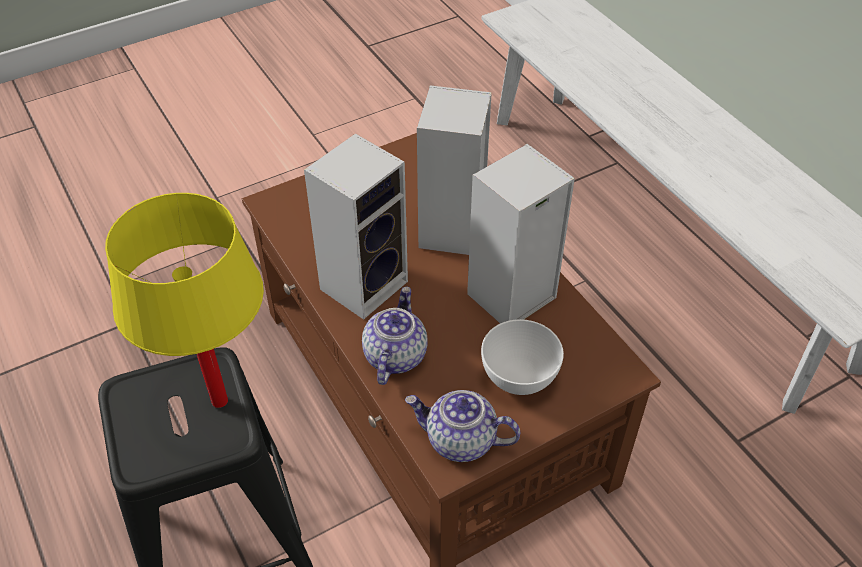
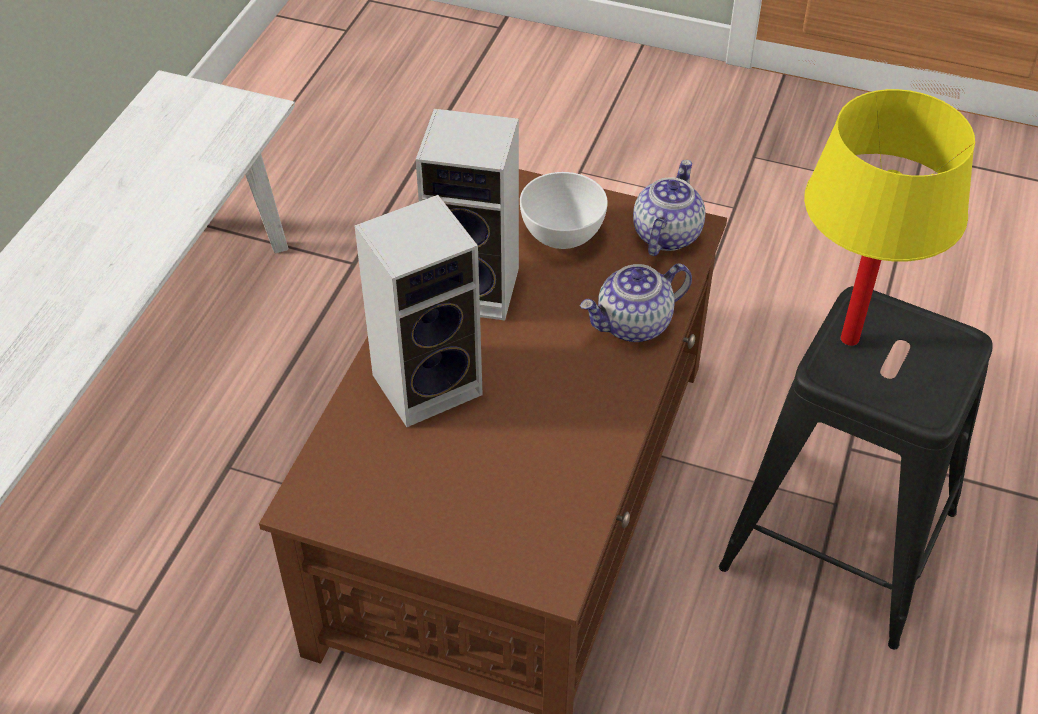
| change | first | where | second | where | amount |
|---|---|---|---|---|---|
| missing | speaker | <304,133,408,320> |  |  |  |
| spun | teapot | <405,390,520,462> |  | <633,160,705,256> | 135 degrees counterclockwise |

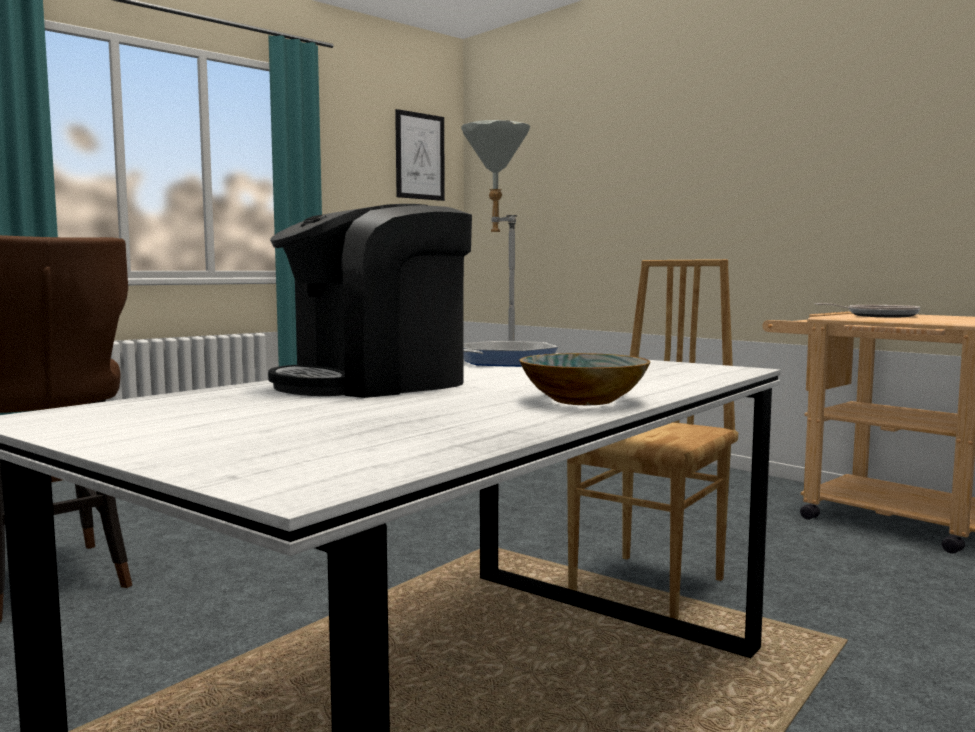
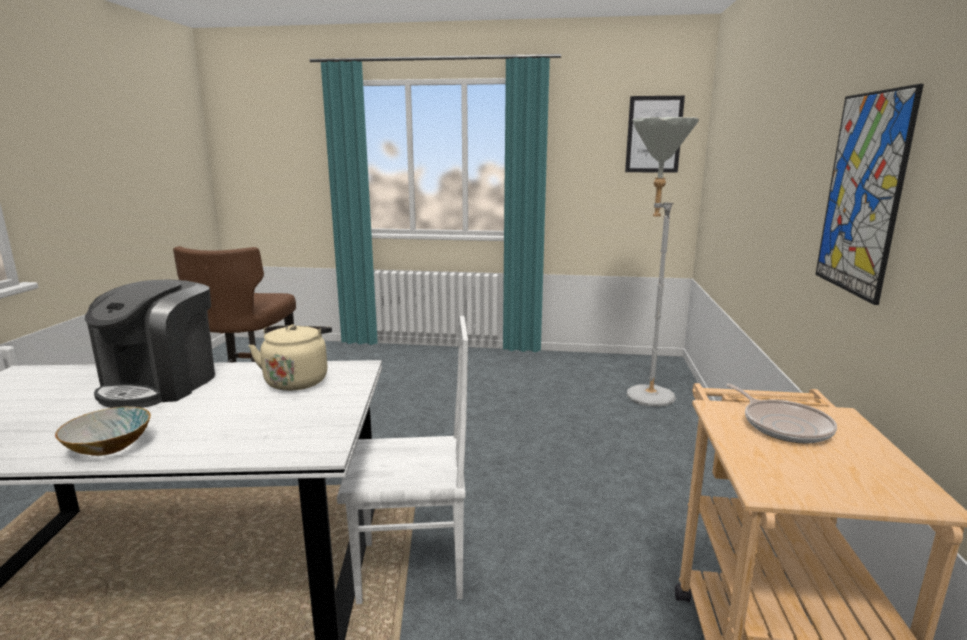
| change | first | where | second | where | amount |
|---|---|---|---|---|---|
| spun | coffee machine | <268,204,472,398> |  | <85,280,215,408> | 90 degrees counterclockwise |
| colour | brown chair | <567,259,738,619> | white chair | <337,316,468,604> |  |
| exchanged | frying pan | <464,341,558,367> | beige kettle | <249,325,332,391> |  |
| appeared |  |  | picture | <815,84,924,305> |  |

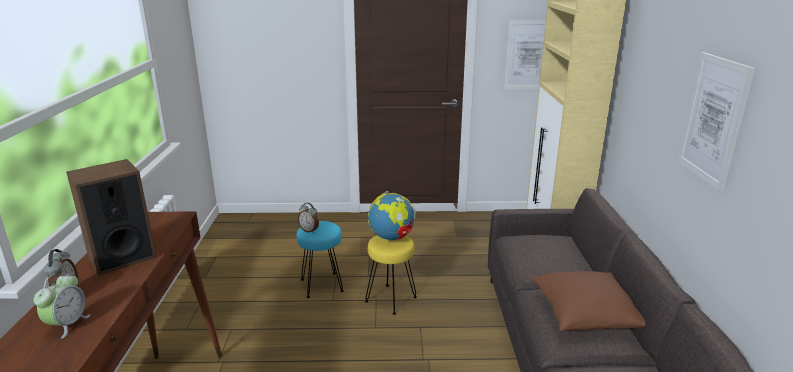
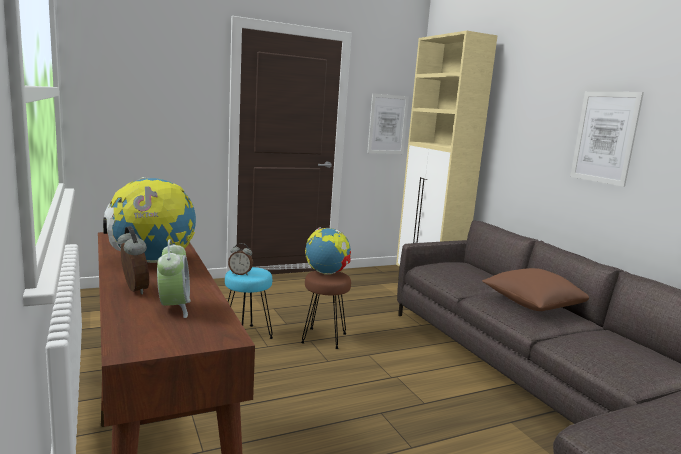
| change | first | where | second | where | amount |
|---|---|---|---|---|---|
| exchanged | speaker | <66,159,156,276> | globe | <103,177,196,263> |  |
| colour | yellow stool | <365,235,417,315> | brown stool | <301,271,351,349> |  |

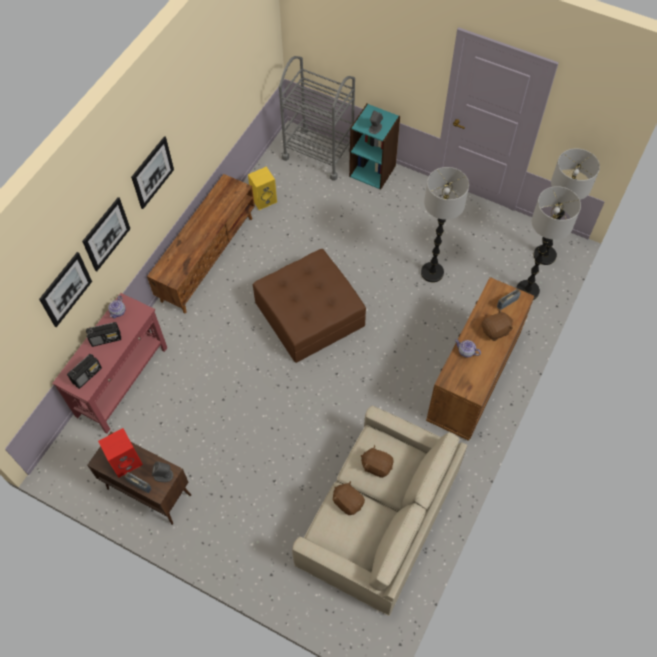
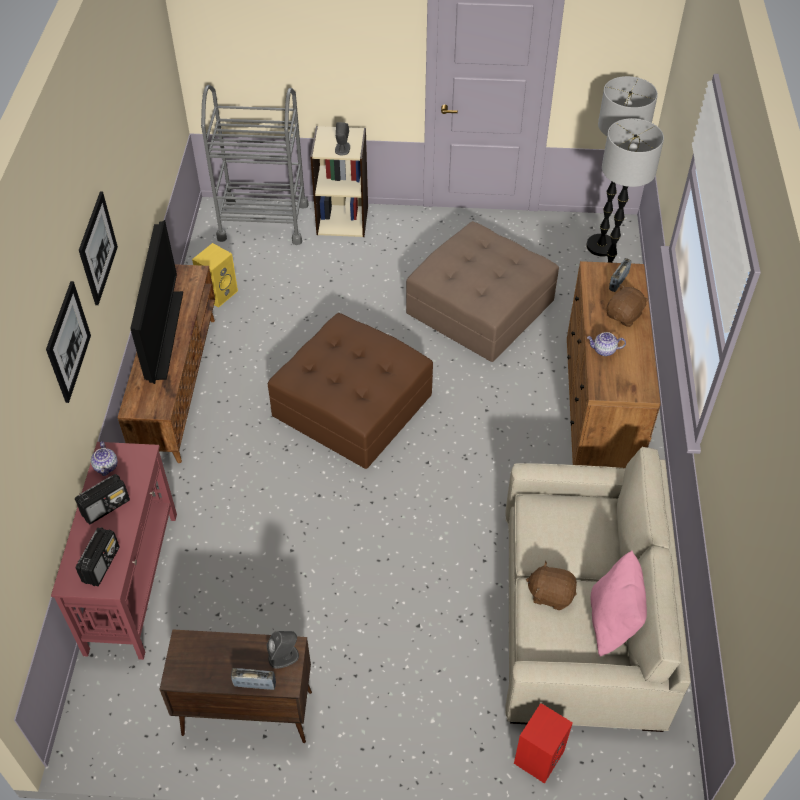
| change | first | where | second | where | amount |
|---|---|---|---|---|---|
| colour | turquoise bookcase | <349,104,400,190> | beige bookcase | <310,126,368,237> |  |
| exchanged | floor lamp | <421,167,469,283> | brown ottoman | <406,221,559,362> |  |
| missing | picture | <39,252,92,327> |  |  |  |
| relocated | red speaker | <98,428,143,477> |  | <514,703,573,784> |  |
| missing | brown plush toy | <361,445,394,478> |  |  |  |
| appeared |  |  | television | <130,220,183,384> |  |
| appeared |  |  | pink pillow | <591,550,647,657> |  |

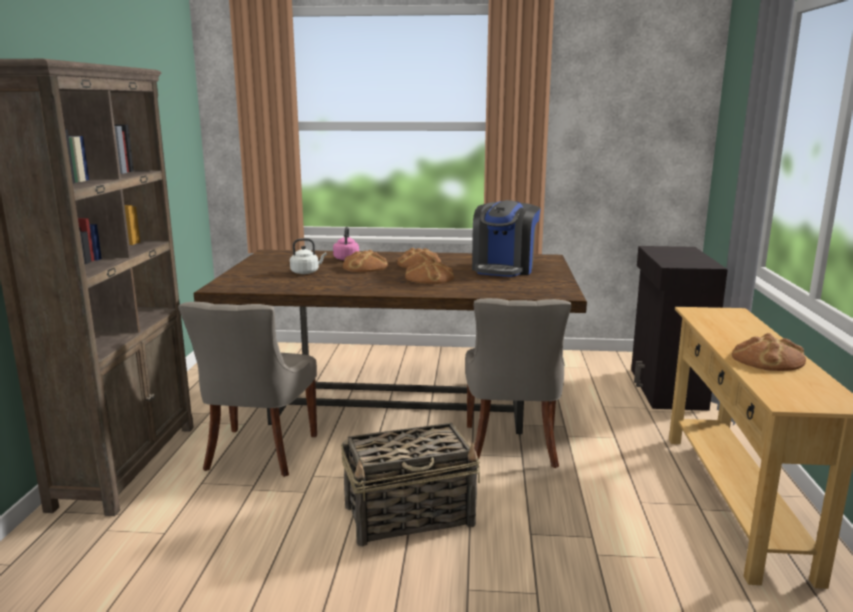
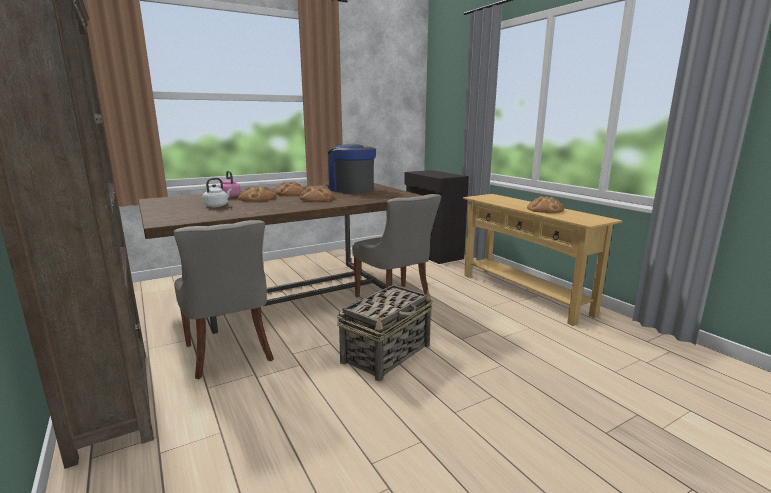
| change | first | where | second | where | amount |
|---|---|---|---|---|---|
| spun | coffee machine | <472,200,541,277> |  | <326,144,376,194> | 150 degrees clockwise |

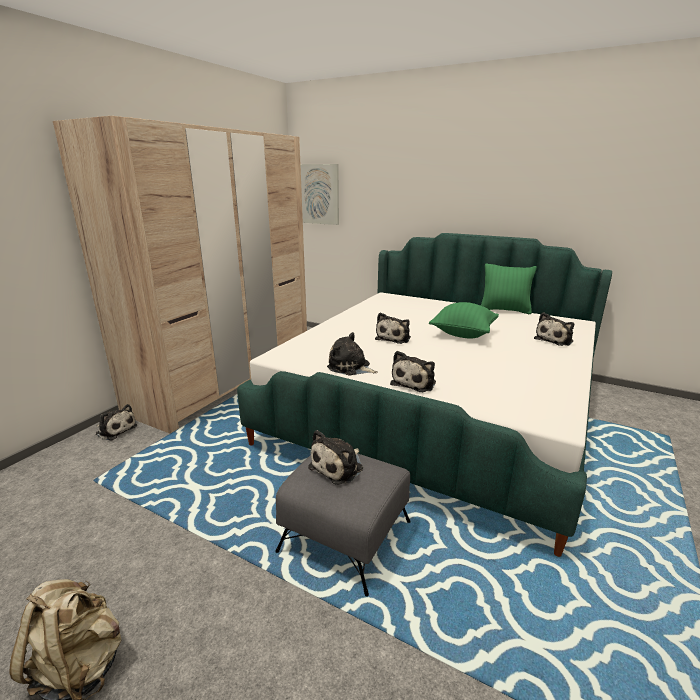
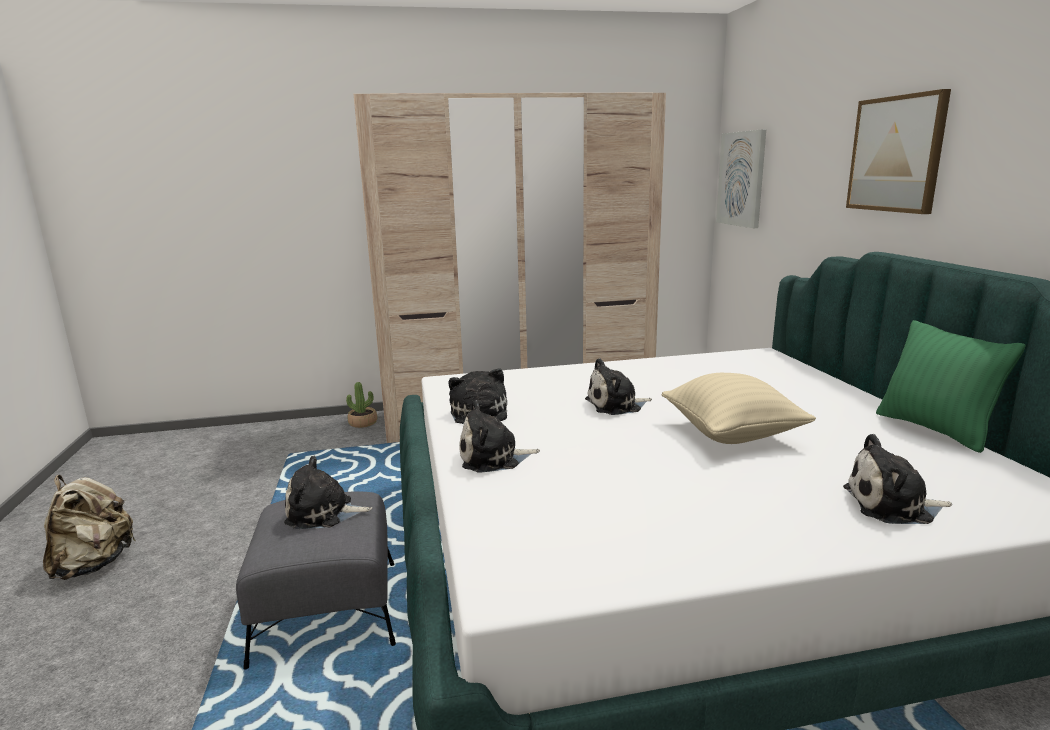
| change | first | where | second | where | amount |
|---|---|---|---|---|---|
| colour | green pillow | <429,302,499,338> | beige pillow | <661,373,816,444> |  |
| exchanged | plush toy | <96,404,137,440> | potted plant | <346,382,378,428> |  |
| appeared |  |  | picture | <846,89,951,214> |  |

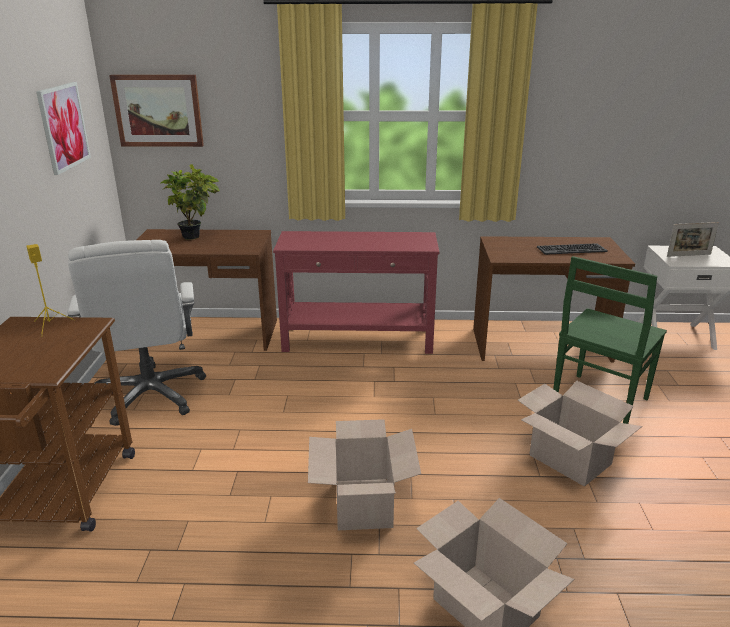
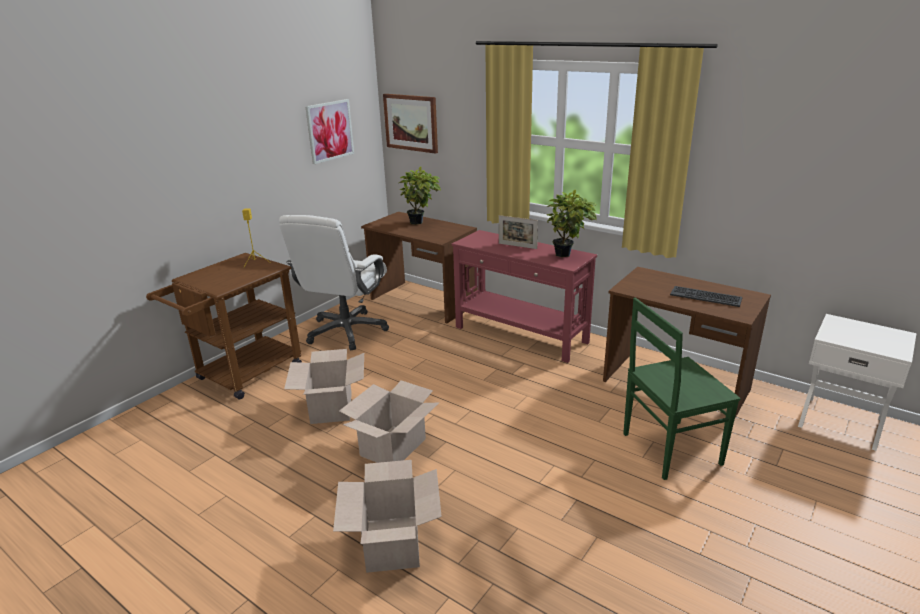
| change | first | where | second | where | amount |
|---|---|---|---|---|---|
| relocated | picture frame | <667,222,719,257> |  | <499,215,538,249> |  |
| relocated | cardboard box | <518,381,643,486> |  | <284,349,364,424> |  |
| appeared |  |  | potted plant | <547,189,597,257> |  |

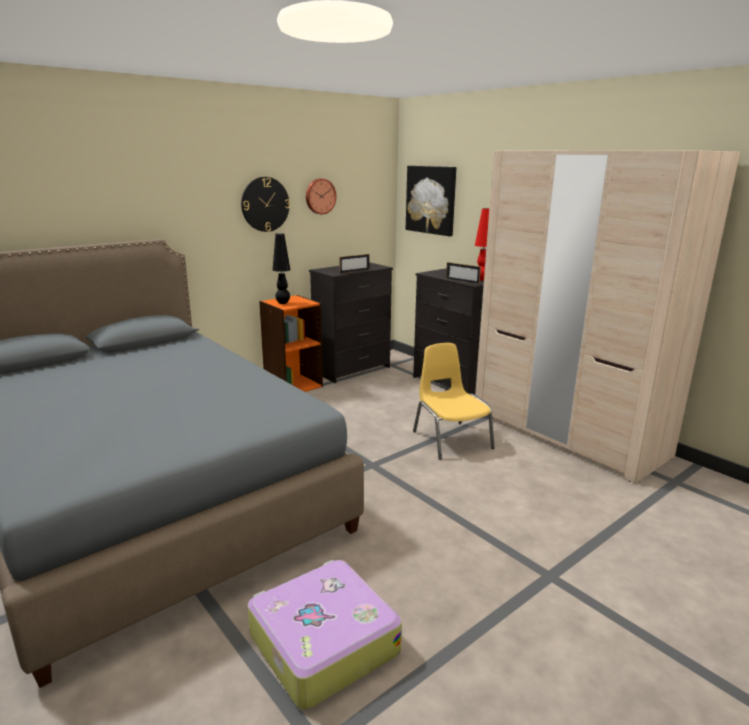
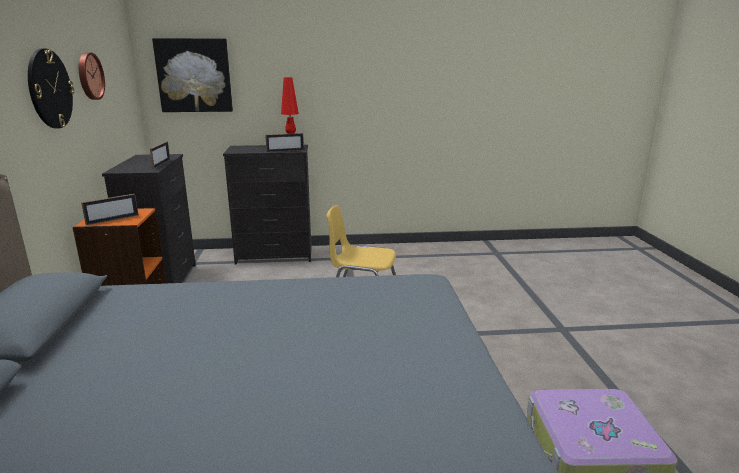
| change | first | where | second | where | amount |
|---|---|---|---|---|---|
| missing | beige wardrobe | <475,150,740,484> |  |  |  |
| exchanged | black table lamp | <273,233,291,304> | picture frame | <81,194,139,226> |  |

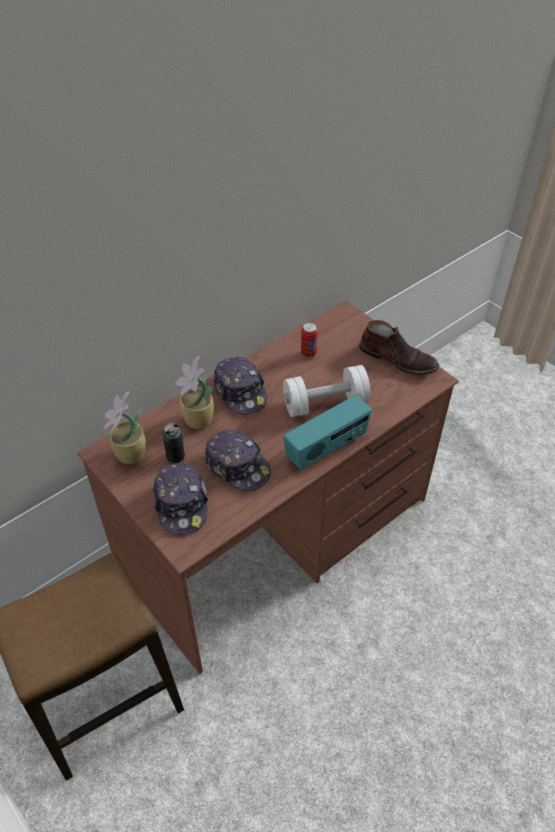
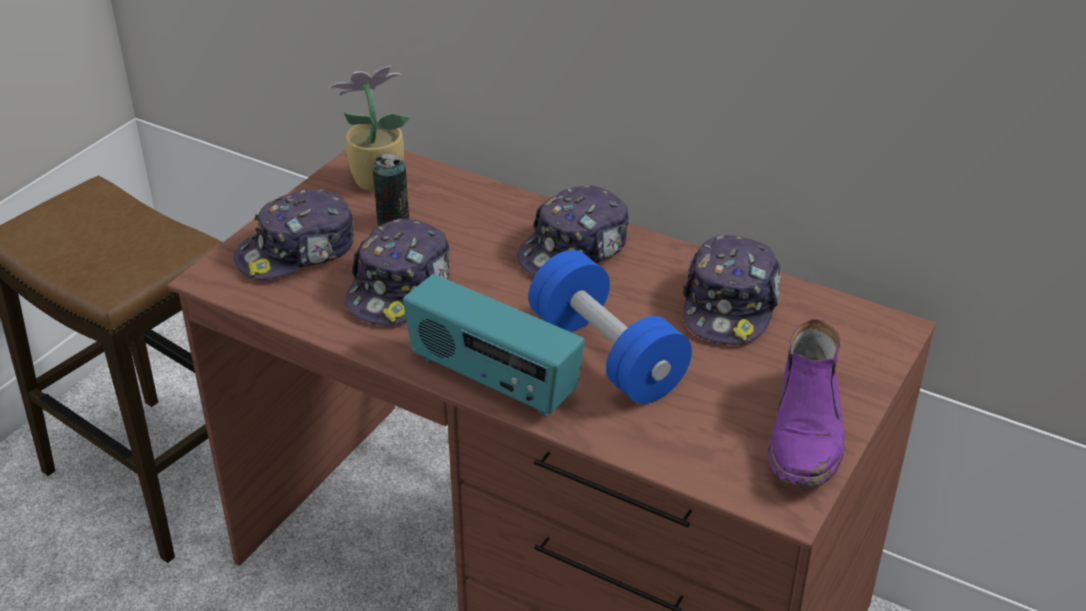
| change | first | where | second | where | amount |
|---|---|---|---|---|---|
| colour | brown boot | <359,320,440,375> | purple boot | <768,319,845,487> |  |
| exchanged | can | <301,322,318,358> | cap | <682,235,781,345> |  |
| missing | potted plant | <175,356,214,429> |  |  |  |
| colour | white dumbbell | <283,365,371,417> | blue dumbbell | <529,250,692,404> |  |

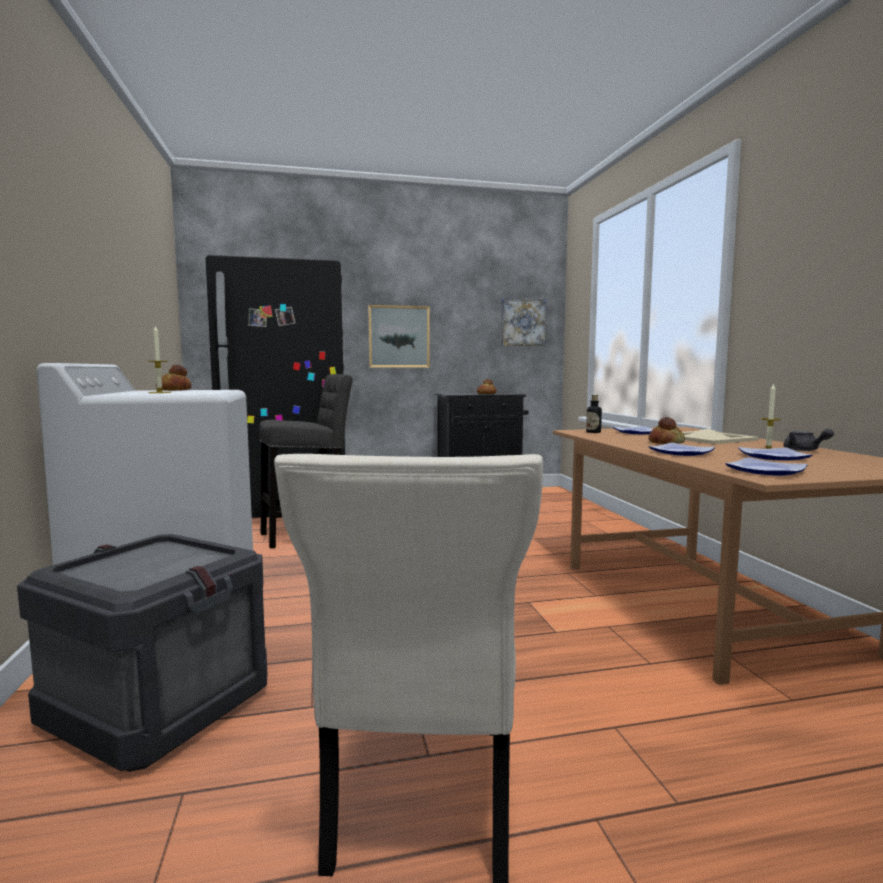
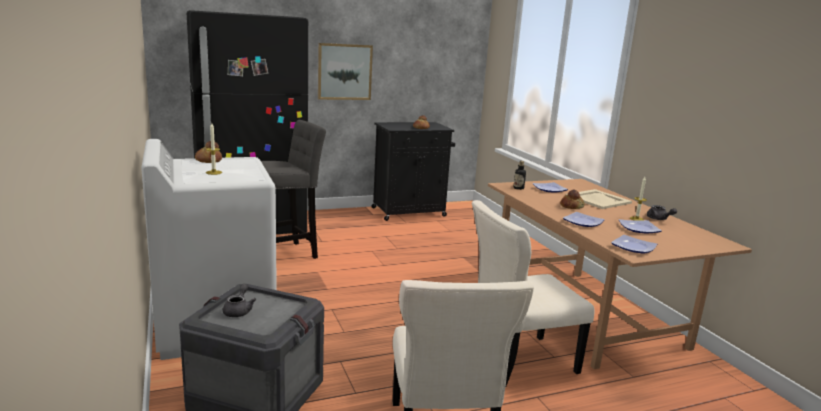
| change | first | where | second | where | amount |
|---|---|---|---|---|---|
| missing | picture | <501,297,547,346> |  |  |  |
| appeared |  |  | beige chair | <472,200,595,386> |  |
| appeared |  |  | grey teapot | <223,284,256,317> |  |

